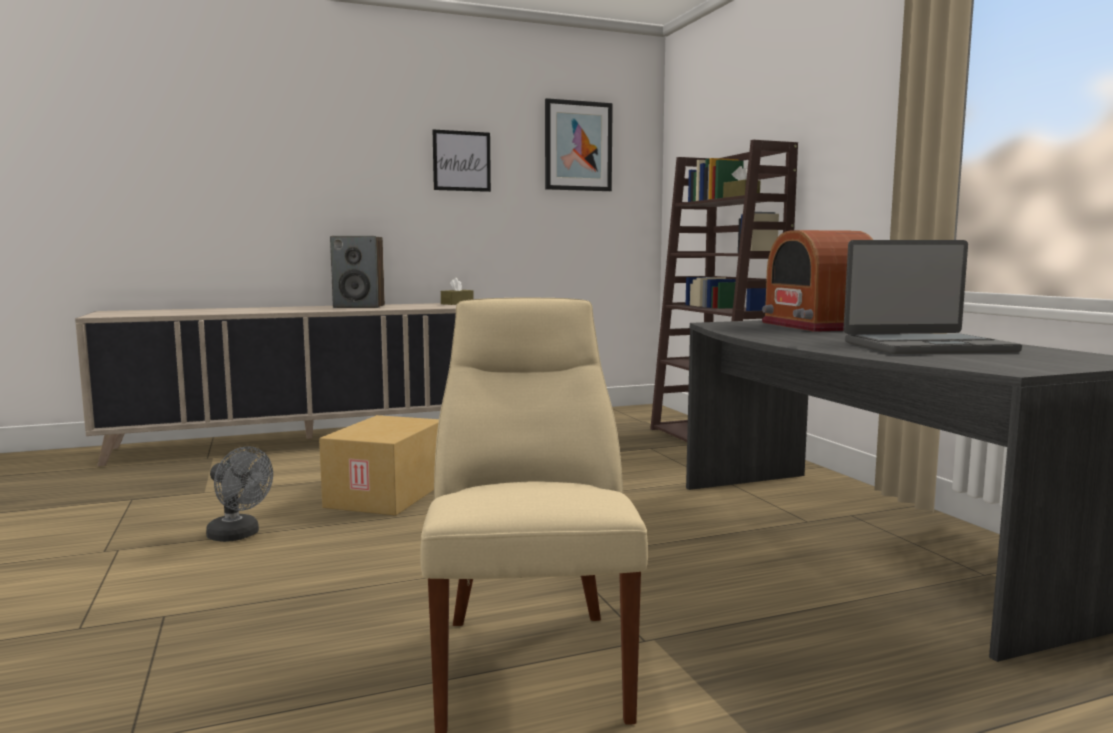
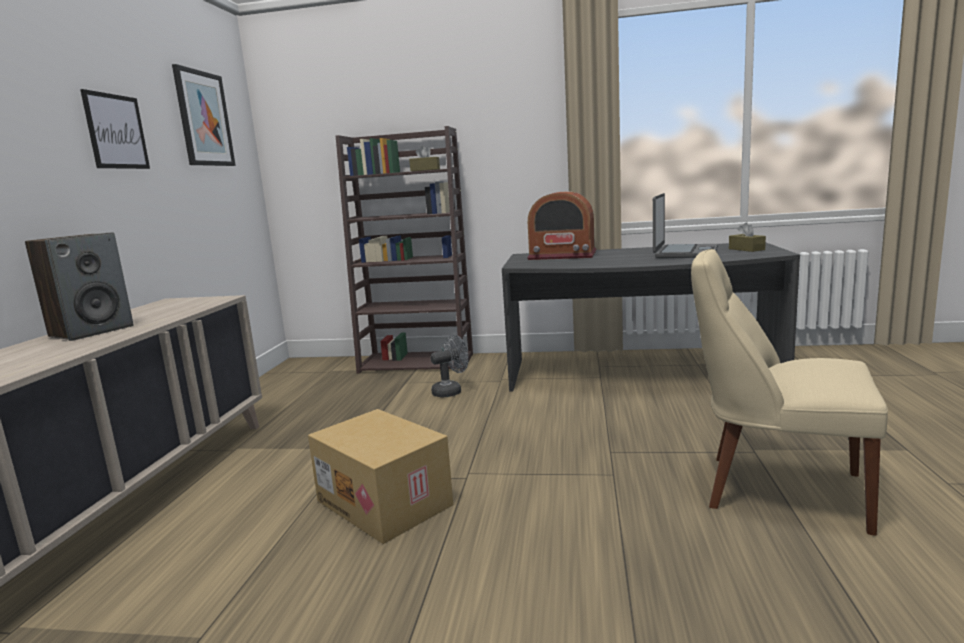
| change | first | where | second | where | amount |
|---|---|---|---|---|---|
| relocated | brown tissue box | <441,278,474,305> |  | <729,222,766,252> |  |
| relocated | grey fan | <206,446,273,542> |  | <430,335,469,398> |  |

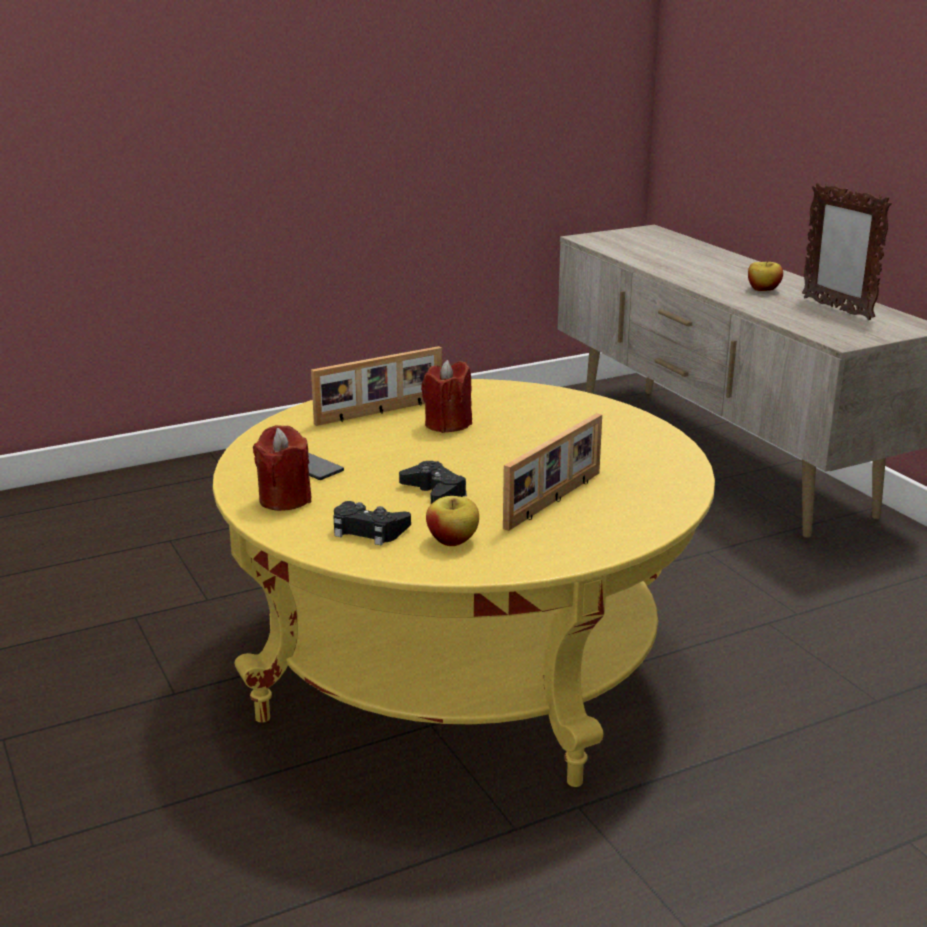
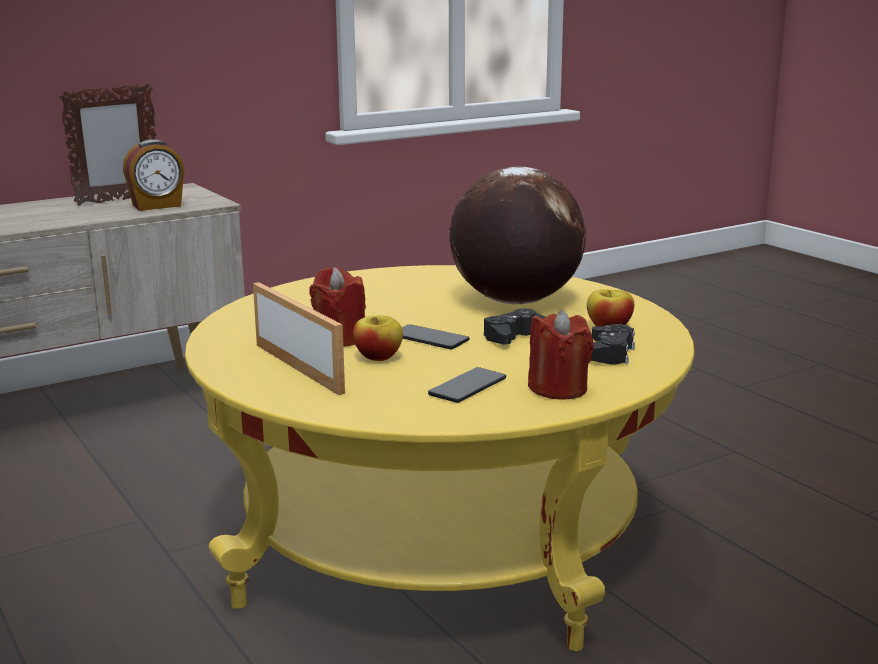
| change | first | where | second | where | amount |
|---|---|---|---|---|---|
| relocated | apple | <748,262,783,291> |  | <353,316,403,361> |  |
| exchanged | picture frame | <503,413,602,531> | globe | <449,166,586,304> |  |
| appeared |  |  | alarm clock | <123,139,184,211> |  |
| appeared |  |  | phone | <402,324,469,350> |  |

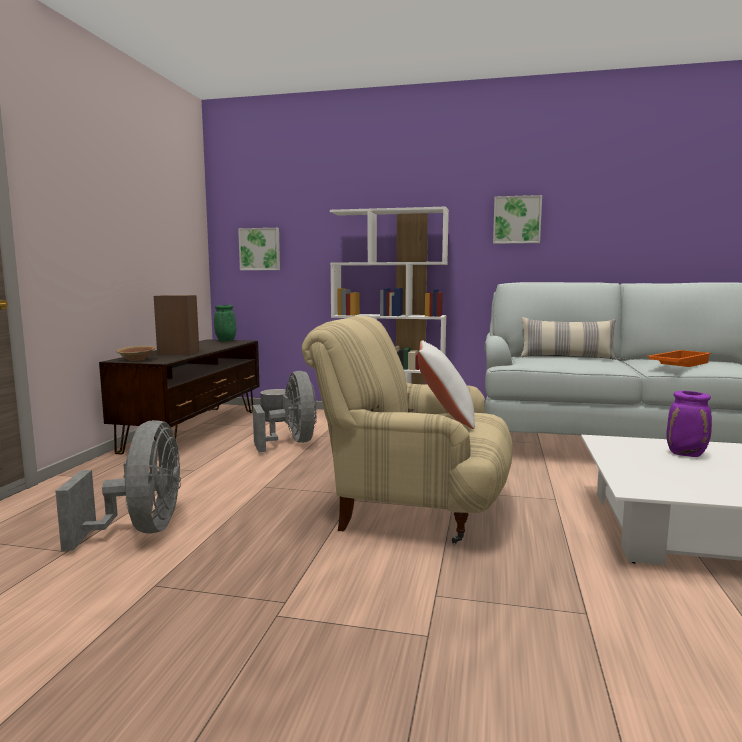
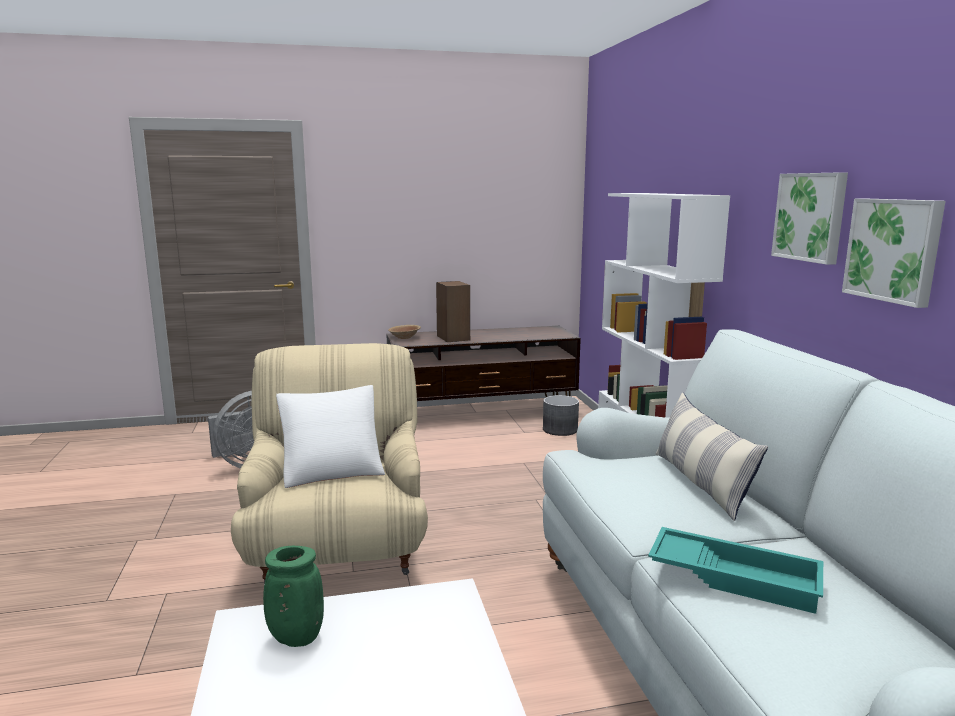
| change | first | where | second | where | amount |
|---|---|---|---|---|---|
| relocated | picture | <238,228,280,270> |  | <842,198,945,308> |  |
| relocated | green vase | <214,305,236,341> |  | <263,546,324,647> |  |
| colour | orange tray | <647,350,712,367> | turquoise tray | <648,527,823,614> |  |
| missing | grey fan | <253,371,317,452> |  |  |  |
| missing | purple vase | <666,391,712,457> |  |  |  |

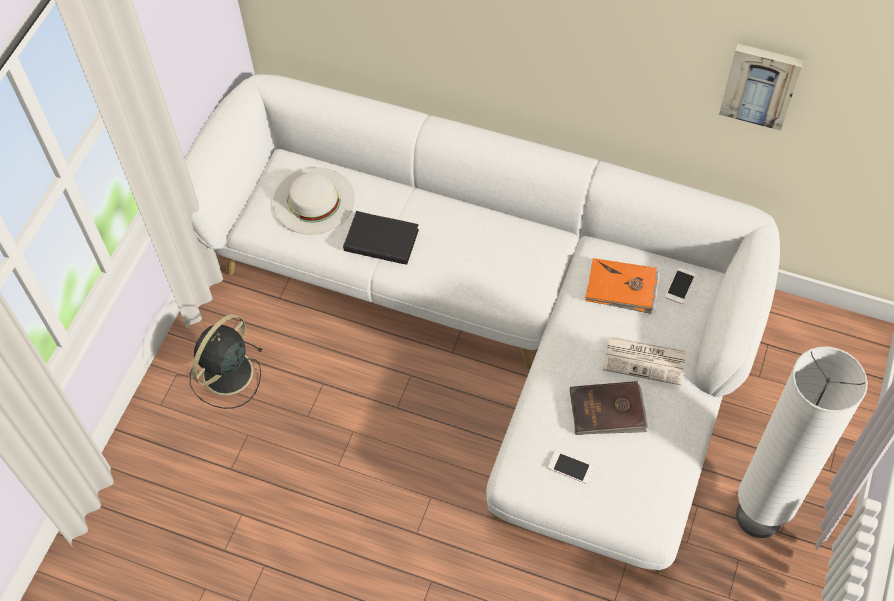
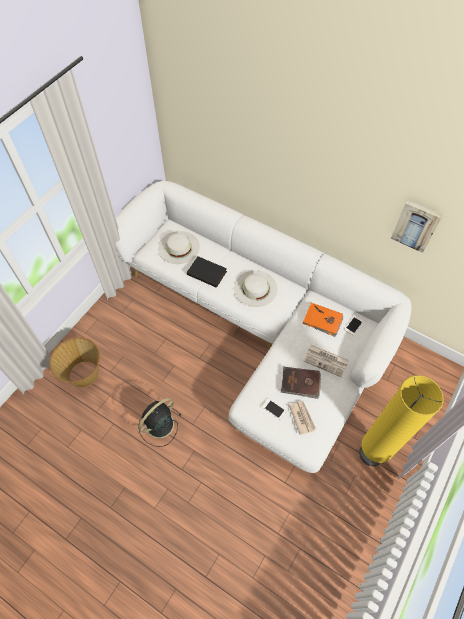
| change | first | where | second | where | amount |
|---|---|---|---|---|---|
| relocated | black fan | <190,314,262,409> |  | <138,398,181,447> |  |
| colour | white floor lamp | <736,347,868,538> | yellow floor lamp | <359,375,443,466> |  |
| appeared |  |  | white hat | <234,270,278,307> |  |
| appeared |  |  | basket | <49,337,100,388> |  |
| appeared |  |  | newspaper | <289,401,316,435> |  |

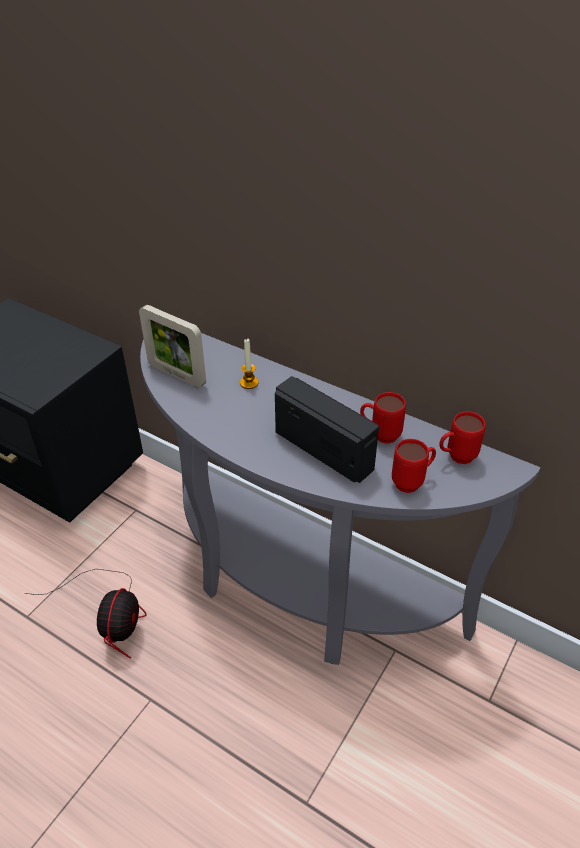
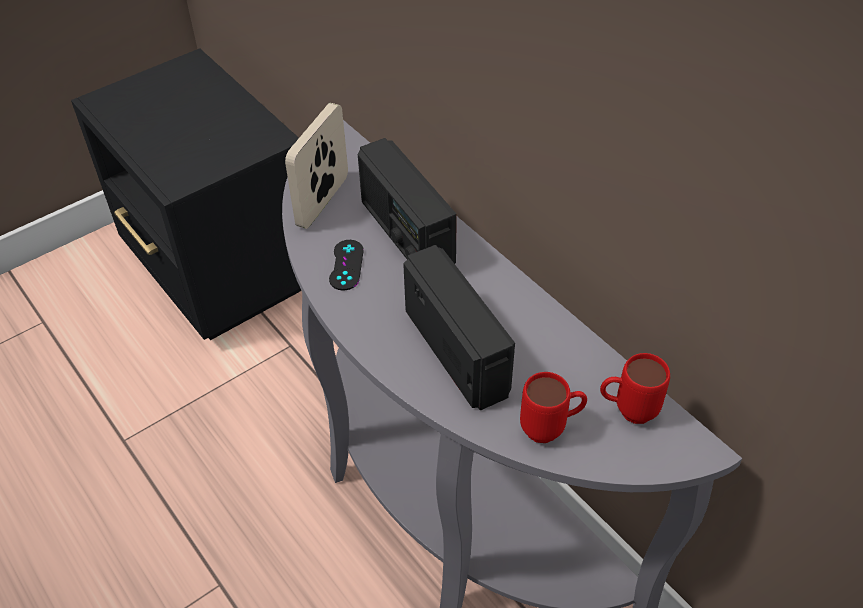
| change | first | where | second | where | amount |
|---|---|---|---|---|---|
| spun | picture frame | <139,305,206,388> |  | <285,103,348,229> | 60 degrees clockwise |
| exchanged | candle | <240,339,259,389> | radio | <358,138,457,264> |  |
| missing | red mug | <360,392,406,444> |  |  |  |
| missing | fan | <25,569,147,659> |  |  |  |
| appeared |  |  | black game controller | <329,240,364,291> |  |

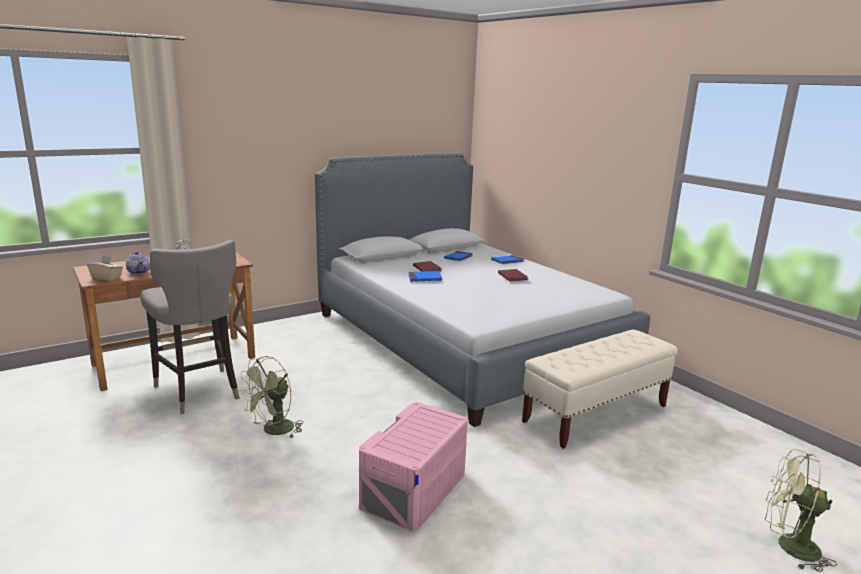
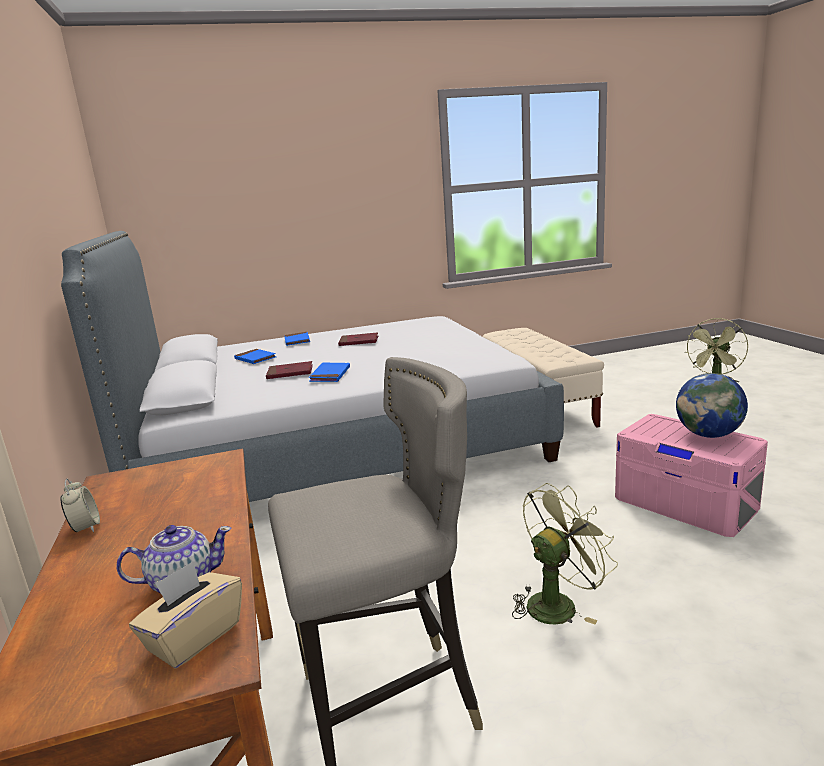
| change | first | where | second | where | amount |
|---|---|---|---|---|---|
| spun | green fan | <239,356,303,439> |  | <512,483,618,624> | 90 degrees counterclockwise |
| appeared |  |  | globe | <676,373,748,438> |  |

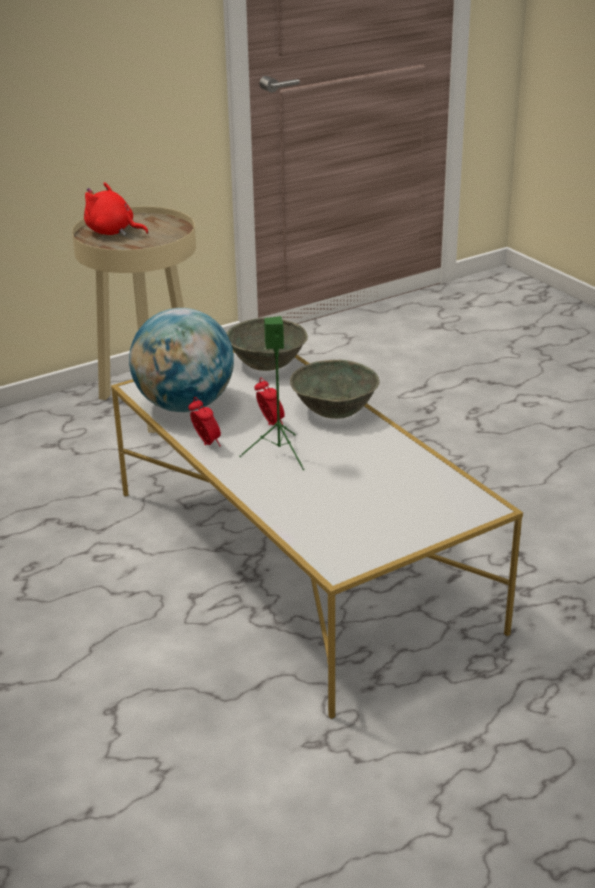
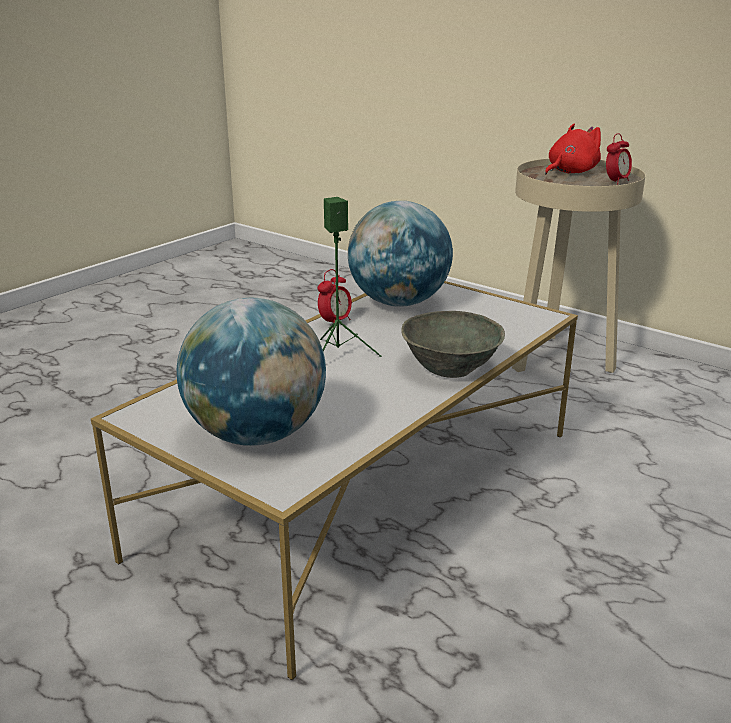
| change | first | where | second | where | amount |
|---|---|---|---|---|---|
| spun | red plush toy | <84,182,149,236> |  | <545,124,601,174> | 45 degrees clockwise |
| missing | grey bowl | <226,318,308,371> |  |  |  |
| relocated | alarm clock | <254,377,285,425> |  | <606,133,632,185> |  |
| appeared |  |  | globe | <177,298,326,446> |  |

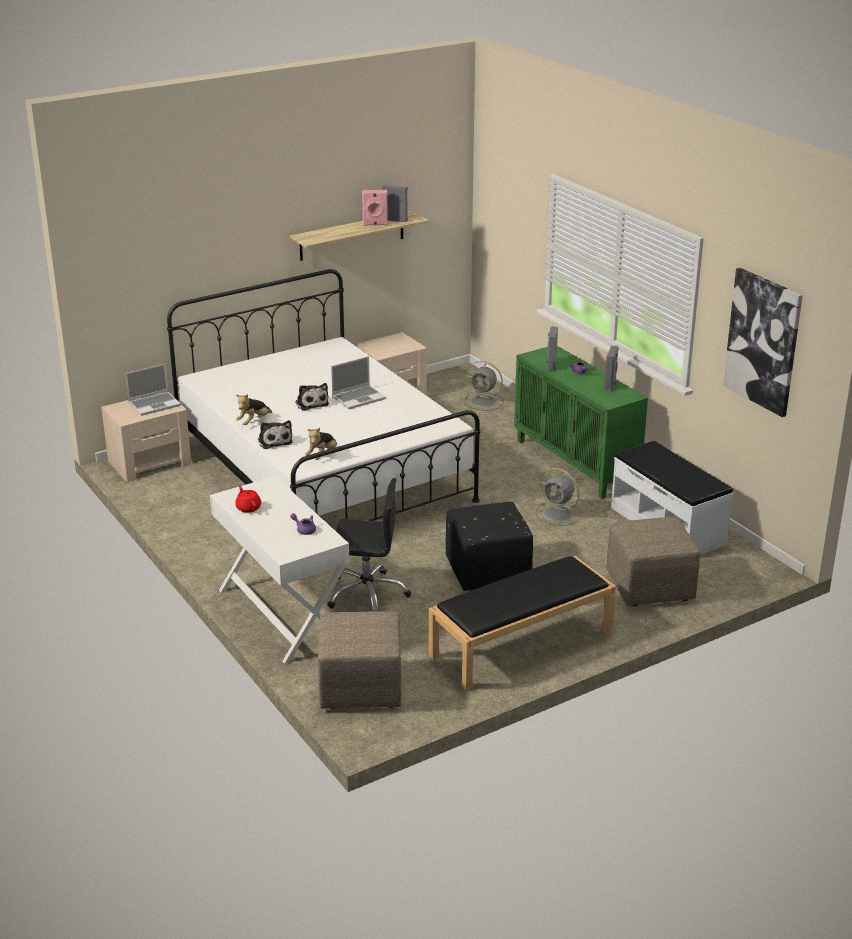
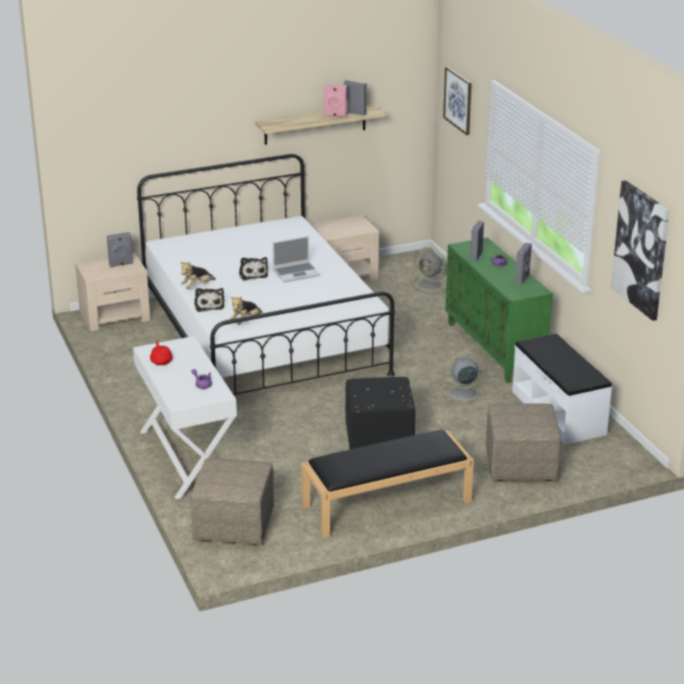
| change | first | where | second | where | amount |
|---|---|---|---|---|---|
| exchanged | laptop | <125,363,181,416> | grey speaker | <107,232,133,267> |  |
| spun | grey fan | <536,468,582,526> |  | <443,352,487,405> | 120 degrees clockwise |
| missing | black office chair | <327,478,411,611> |  |  |  |
| appeared |  |  | picture | <443,66,472,135> |  |

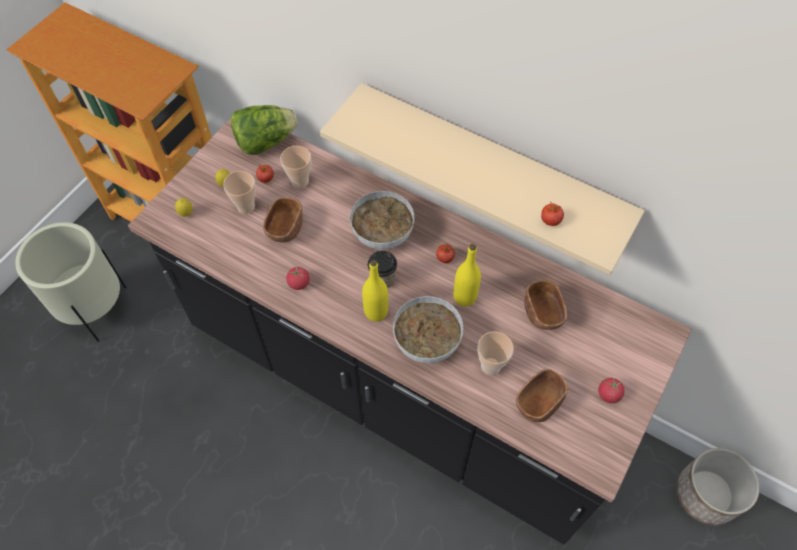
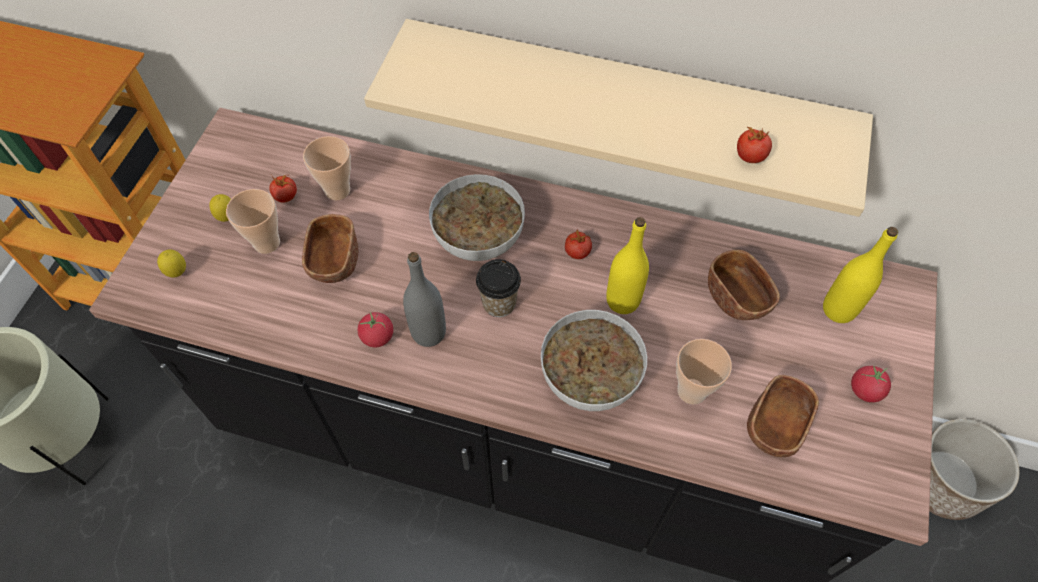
| change | first | where | second | where | amount |
|---|---|---|---|---|---|
| missing | lettuce | <231,105,298,155> |  |  |  |
| relocated | yellow bottle | <362,260,388,321> |  | <823,227,898,323> |  |
| appeared |  |  | grey bottle | <403,252,446,347> |  |

